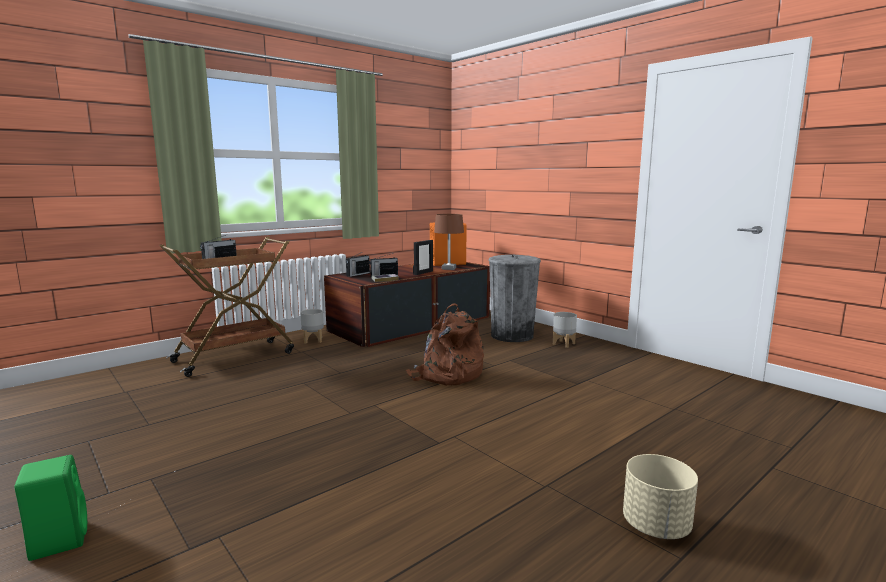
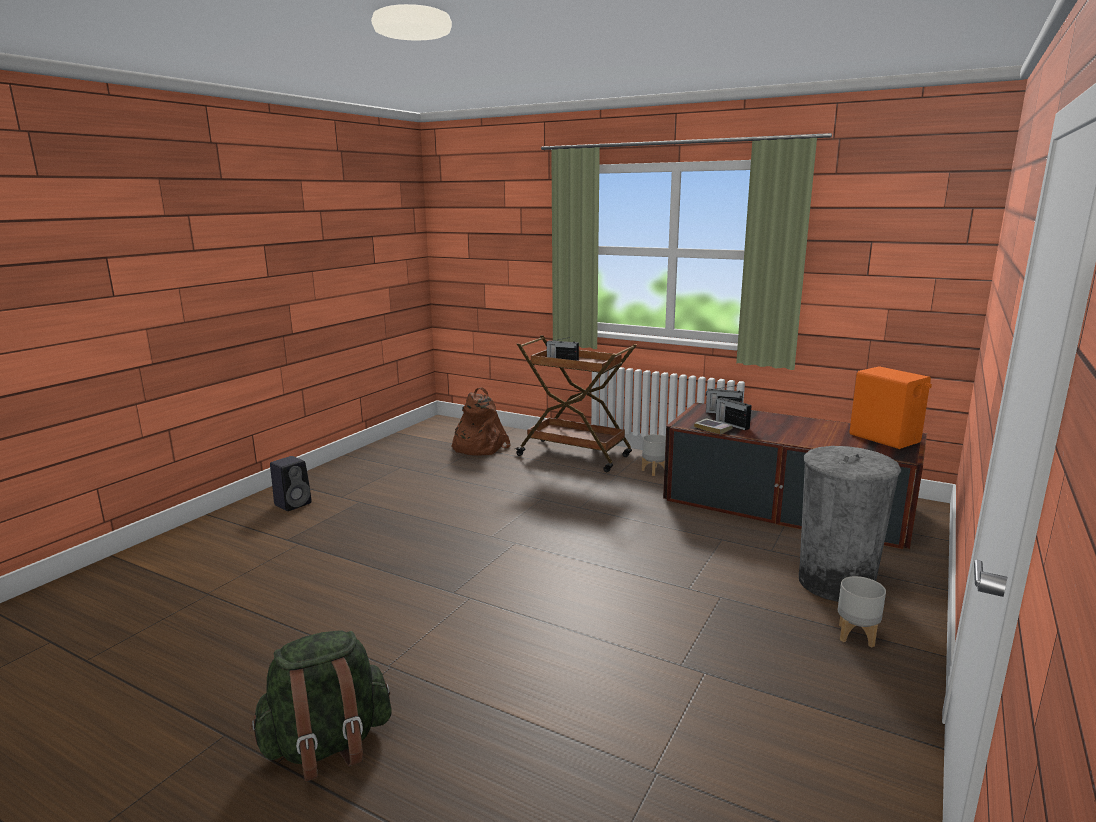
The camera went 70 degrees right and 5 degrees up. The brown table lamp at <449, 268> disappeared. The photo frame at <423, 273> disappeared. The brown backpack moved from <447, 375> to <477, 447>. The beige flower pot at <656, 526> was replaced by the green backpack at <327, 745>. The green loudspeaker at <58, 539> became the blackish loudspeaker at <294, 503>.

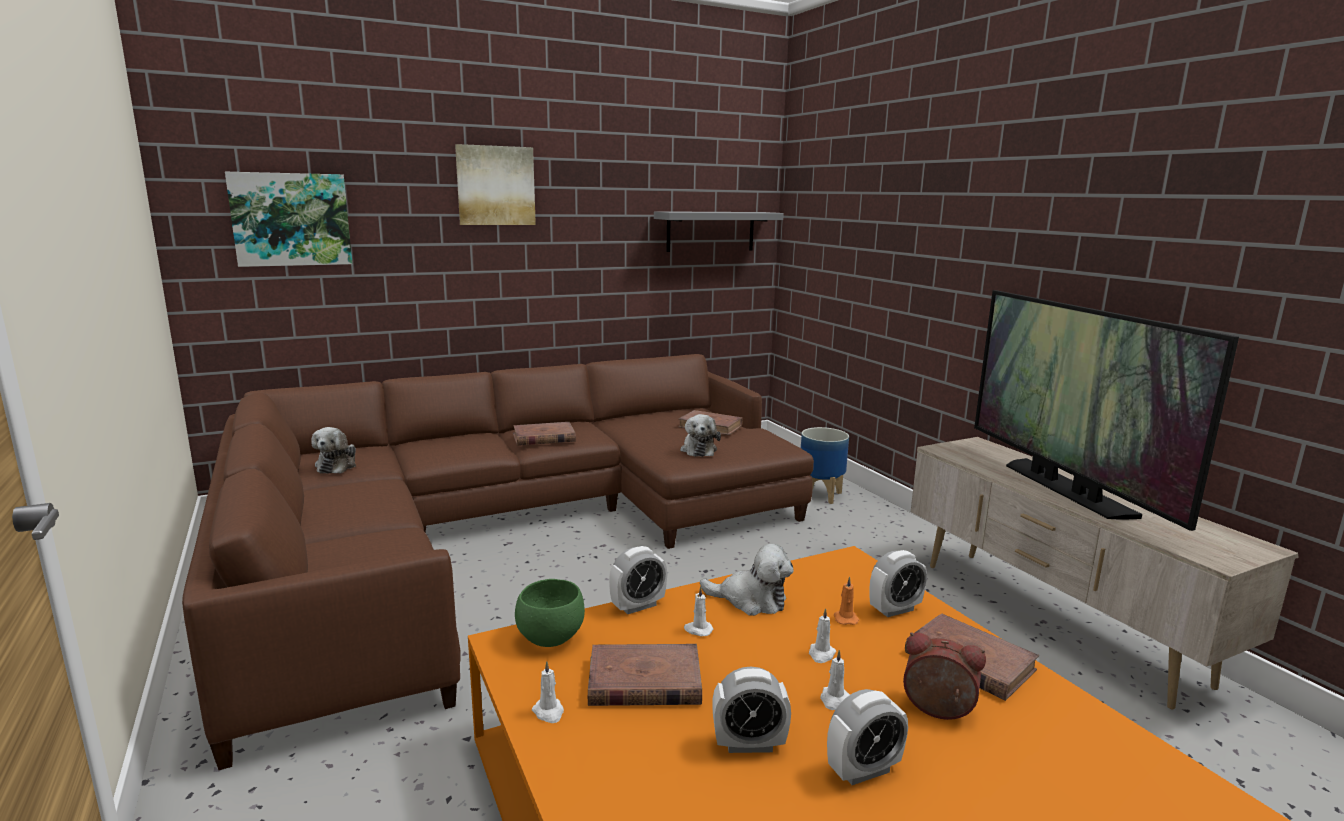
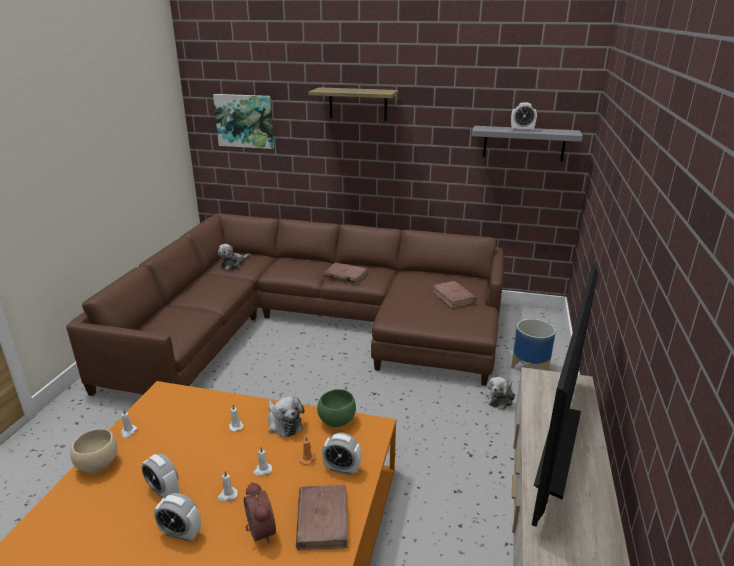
The camera went 40 degrees right and 10 degrees up. The picture at <495, 185> was replaced by the wall shelf at <358, 104>. The plush toy moved from <698, 449> to <500, 398>. The bedside clock moved from <638, 606> to <522, 130>. The green serving bowl moved from <548, 638> to <336, 421>. The brown book at <643, 681> disappeared. The beige serving bowl at <97, 465> appeared.

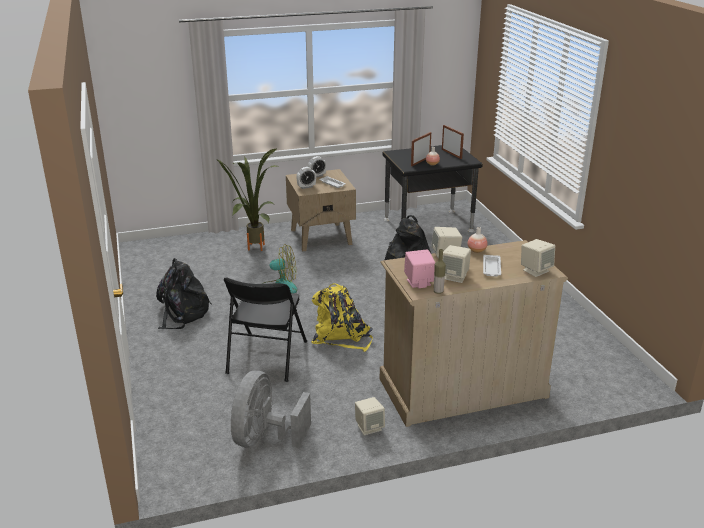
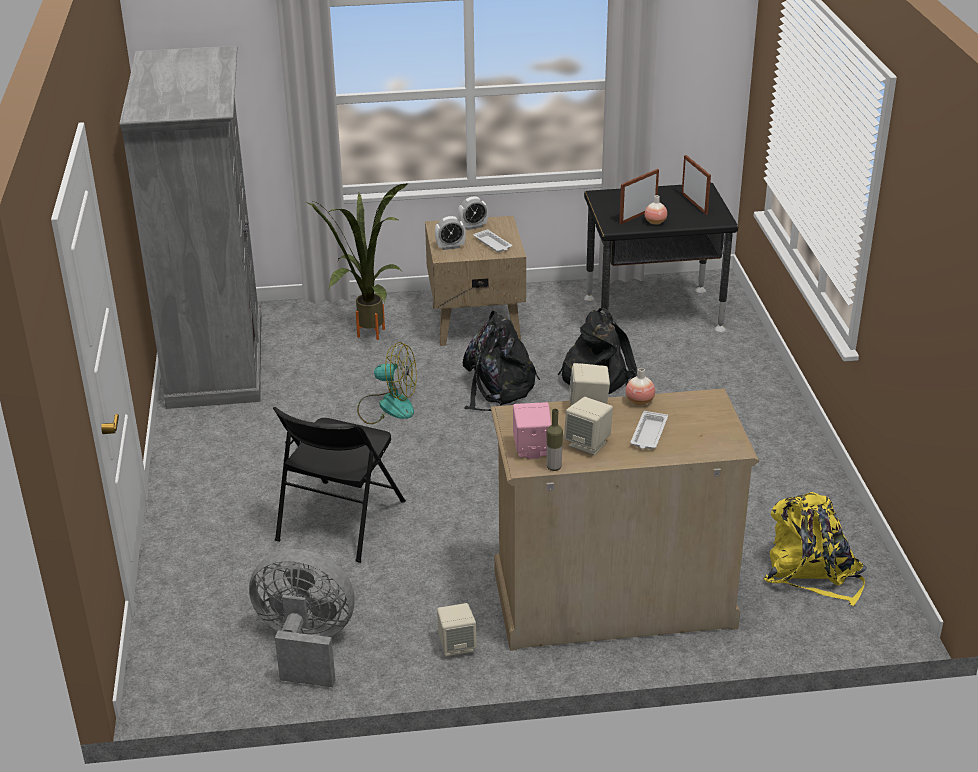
The camera went 10 degrees right and 5 degrees up. The beige loudspeaker at <535, 270> disappeared. The blackish backpack moved from <182, 313> to <497, 388>. The yellowish backpack moved from <341, 336> to <812, 573>. The grey fan at <264, 438> turned 75 degrees clockwise. The grey wardrobe at <217, 359> appeared.

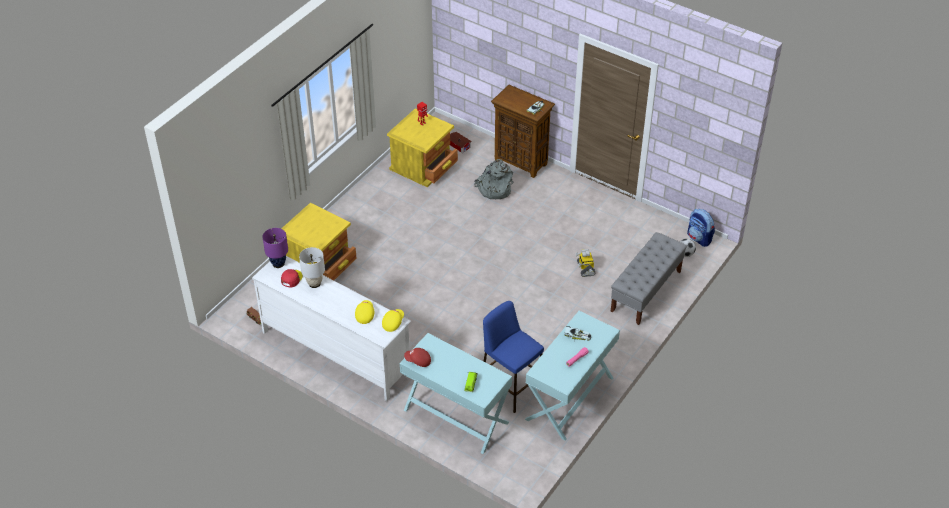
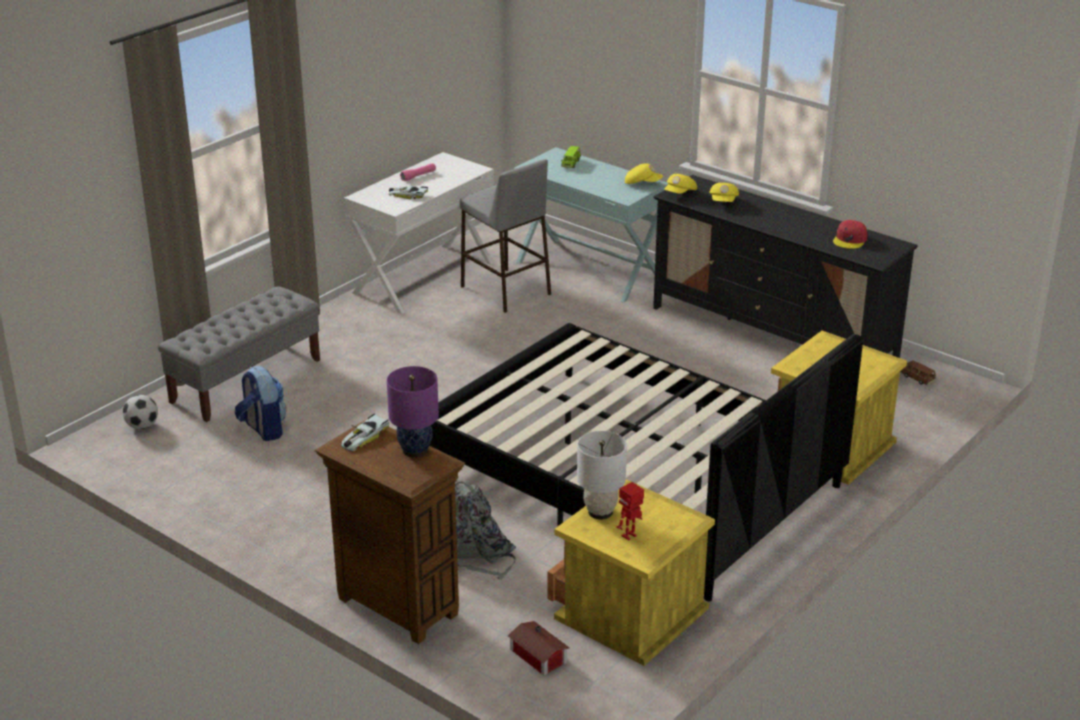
The camera went 175 degrees left and 15 degrees down. The backpack moved from <699, 238> to <263, 429>. The purplish table lamp moved from <278, 263> to <415, 450>. The whitish table lamp moved from <314, 283> to <600, 512>. The robot figure at <585, 268> disappeared. The whitish drawer chest at <336, 353> became the blackish drawer chest at <772, 334>. The bluish stool at <510, 387> became the grey stool at <506, 290>. The turquoise desk table at <570, 398> became the whitish desk table at <423, 278>. The red-coloured peaked cap at <418, 361> became the yellowish peaked cap at <642, 183>. The blackish sleeping bed at <631, 476> appeared.

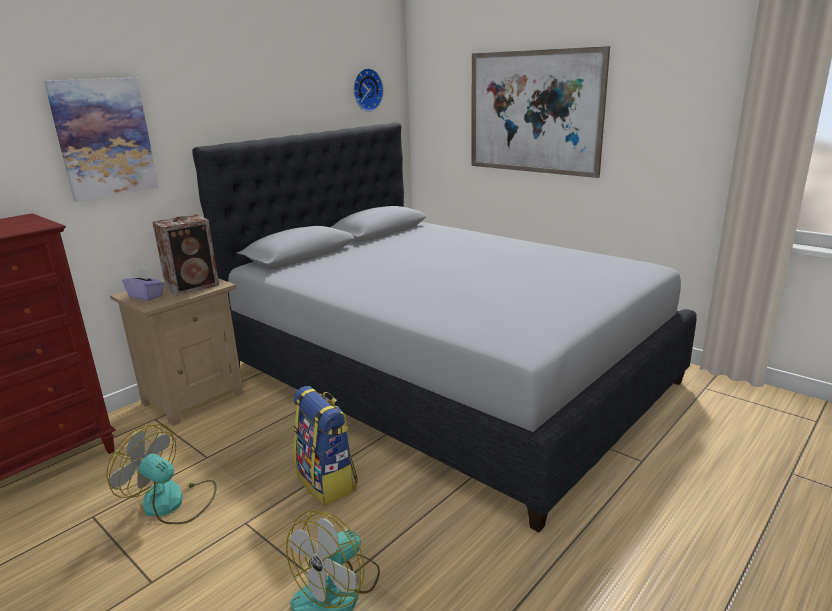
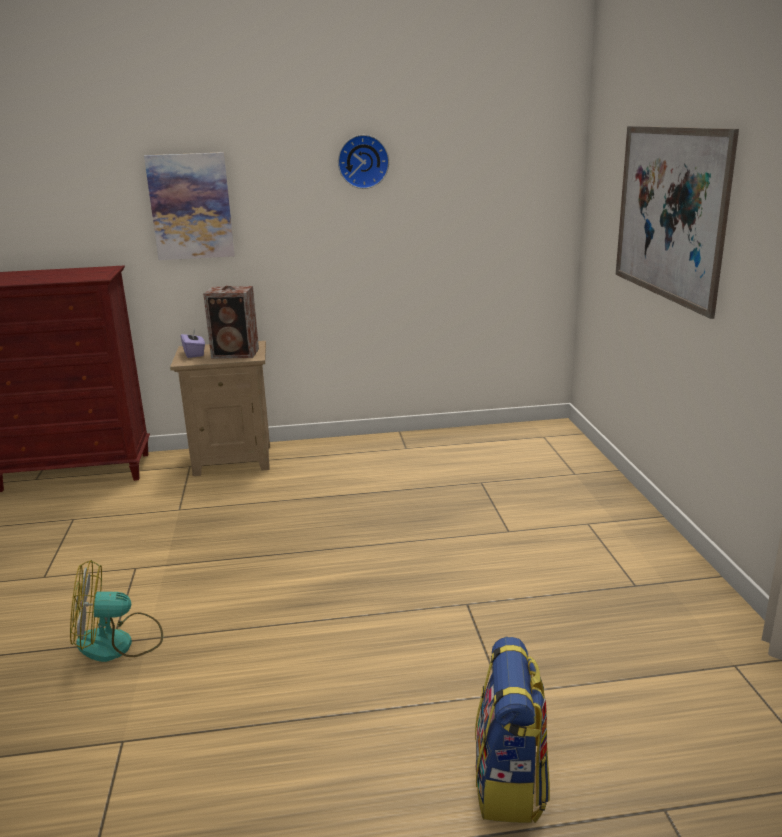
The camera went 40 degrees right and 0 degrees up. The wall clock moved from <366, 90> to <363, 161>. The grey sleeping bed at <445, 374> disappeared. The backpack moved from <327, 482> to <510, 783>. The fan at <172, 503> disappeared.

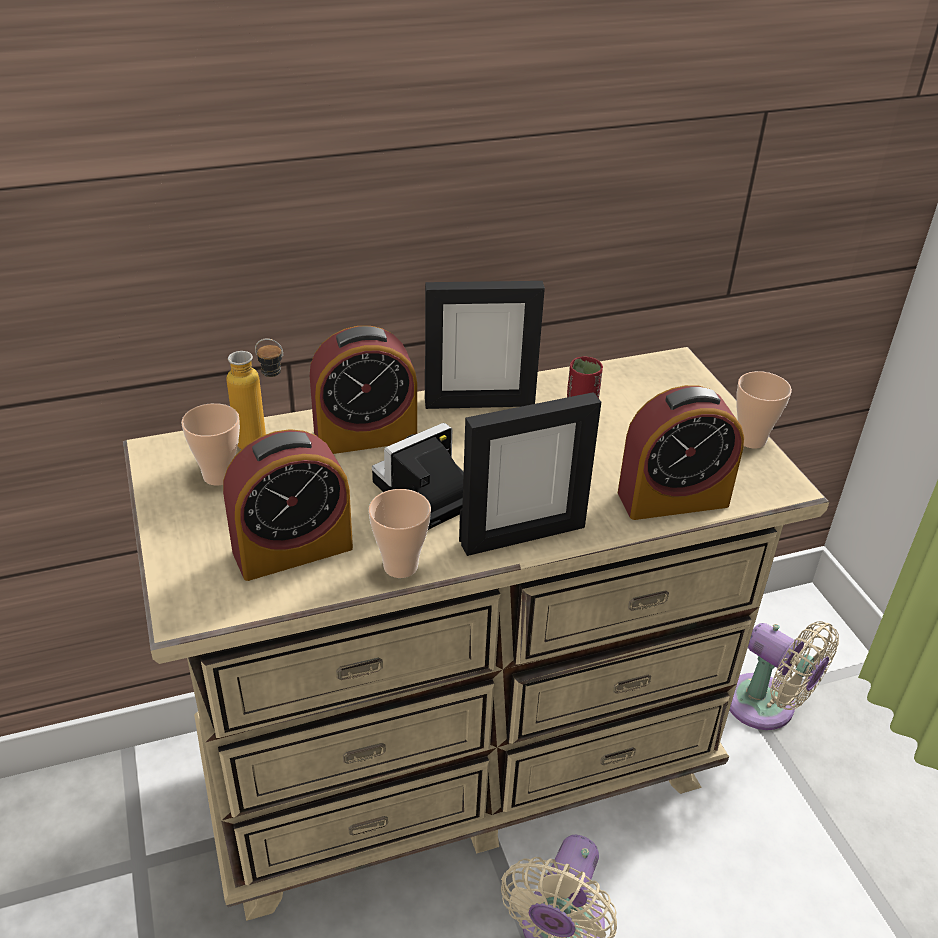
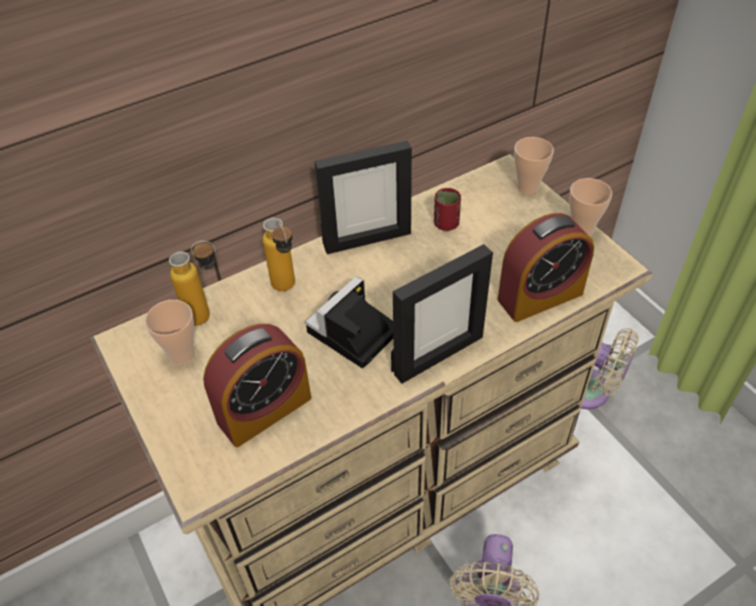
The camera went 10 degrees left and 10 degrees up. The bedside clock at <365, 436> was replaced by the bottle at <287, 290>. The small cup moved from <400, 566> to <528, 187>.

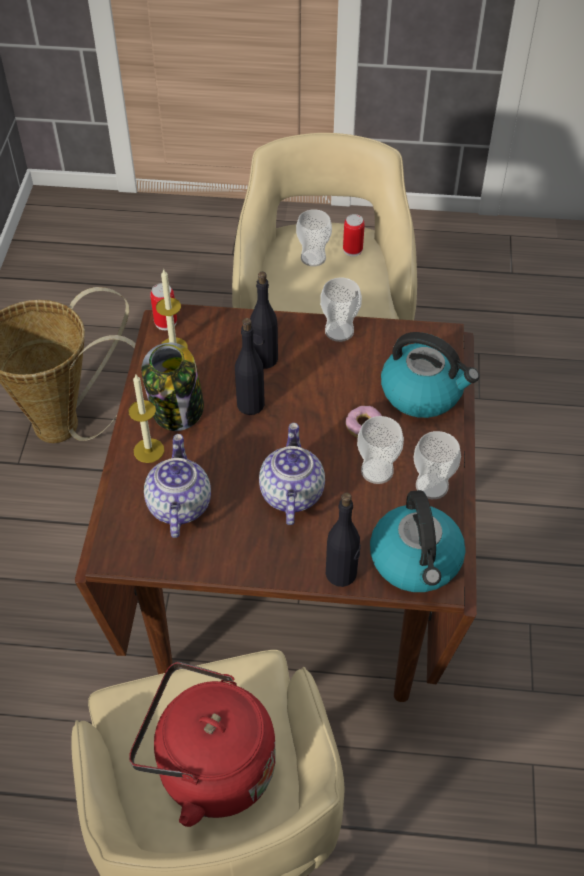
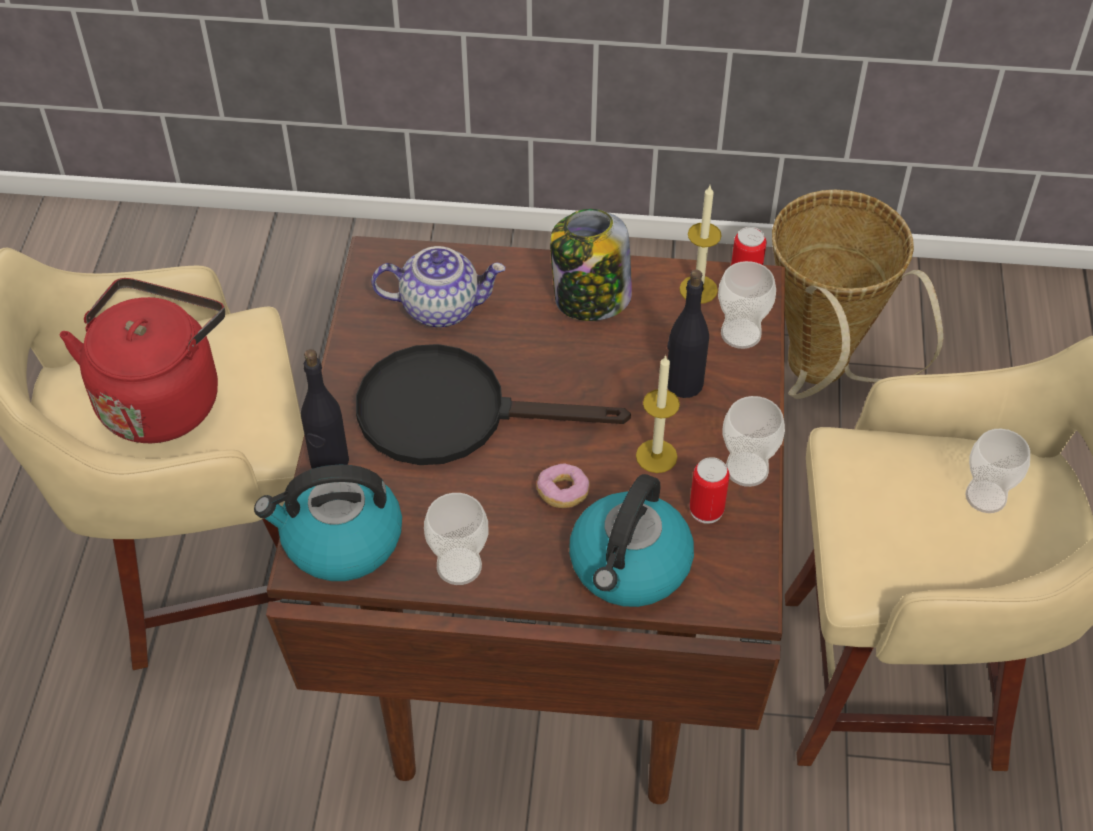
The camera went 90 degrees right and 0 degrees up. The metal can moved from <352, 250> to <706, 510>. The blackish bottle at <251, 404> disappeared. The wax candle moved from <149, 450> to <656, 456>. The small cup moved from <377, 471> to <741, 333>. The teapot at <290, 493> was replaced by the blackish frying pan at <454, 413>.

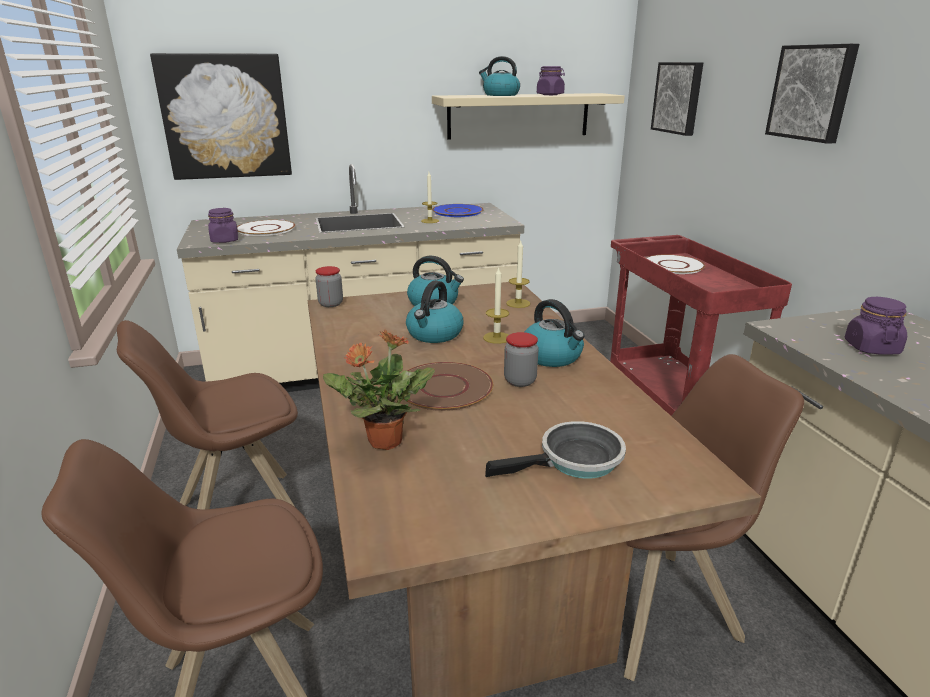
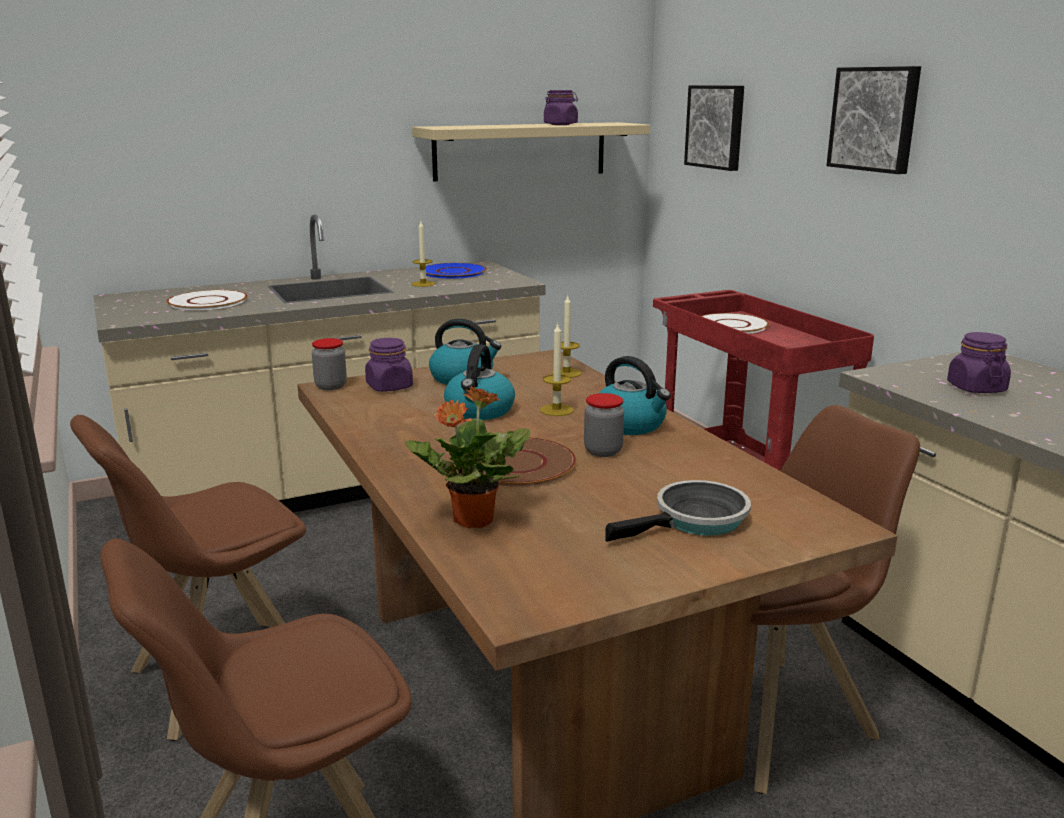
The camera went 10 degrees left and 5 degrees down. The picture at <225, 117> disappeared. The kettle at <500, 95> disappeared. The purplish preserve jar moved from <225, 240> to <389, 387>.

